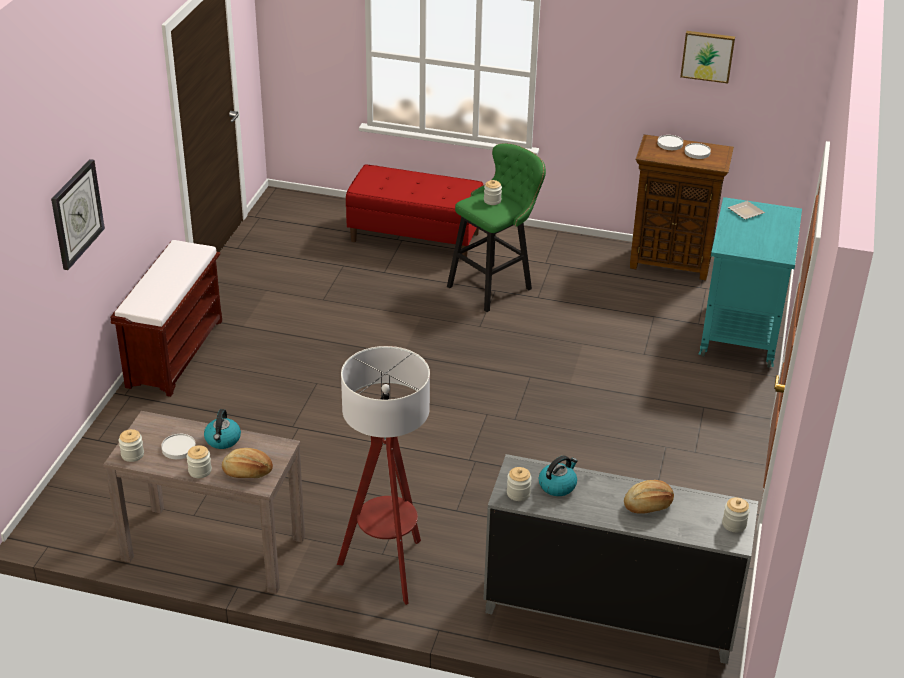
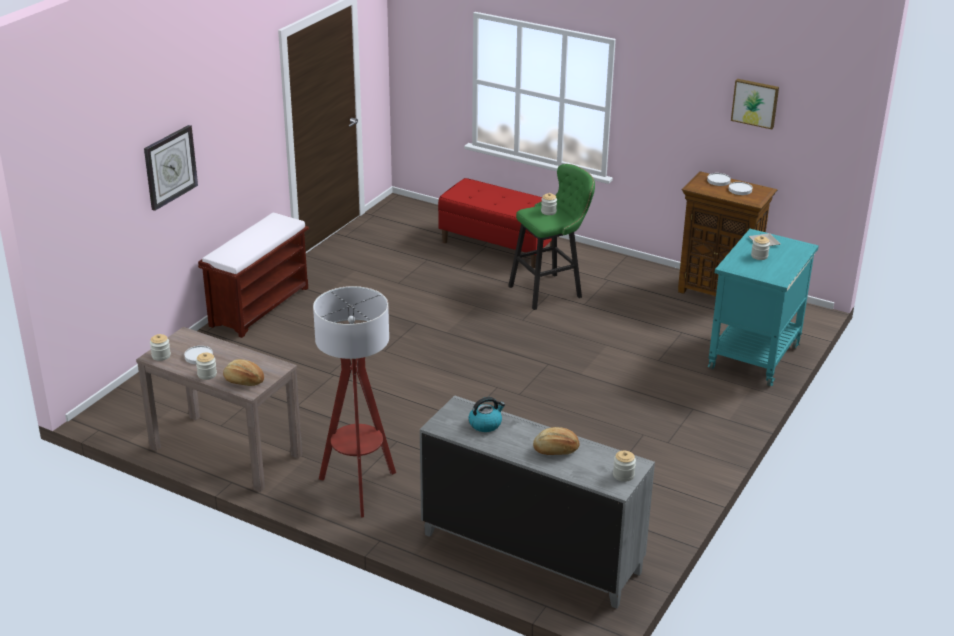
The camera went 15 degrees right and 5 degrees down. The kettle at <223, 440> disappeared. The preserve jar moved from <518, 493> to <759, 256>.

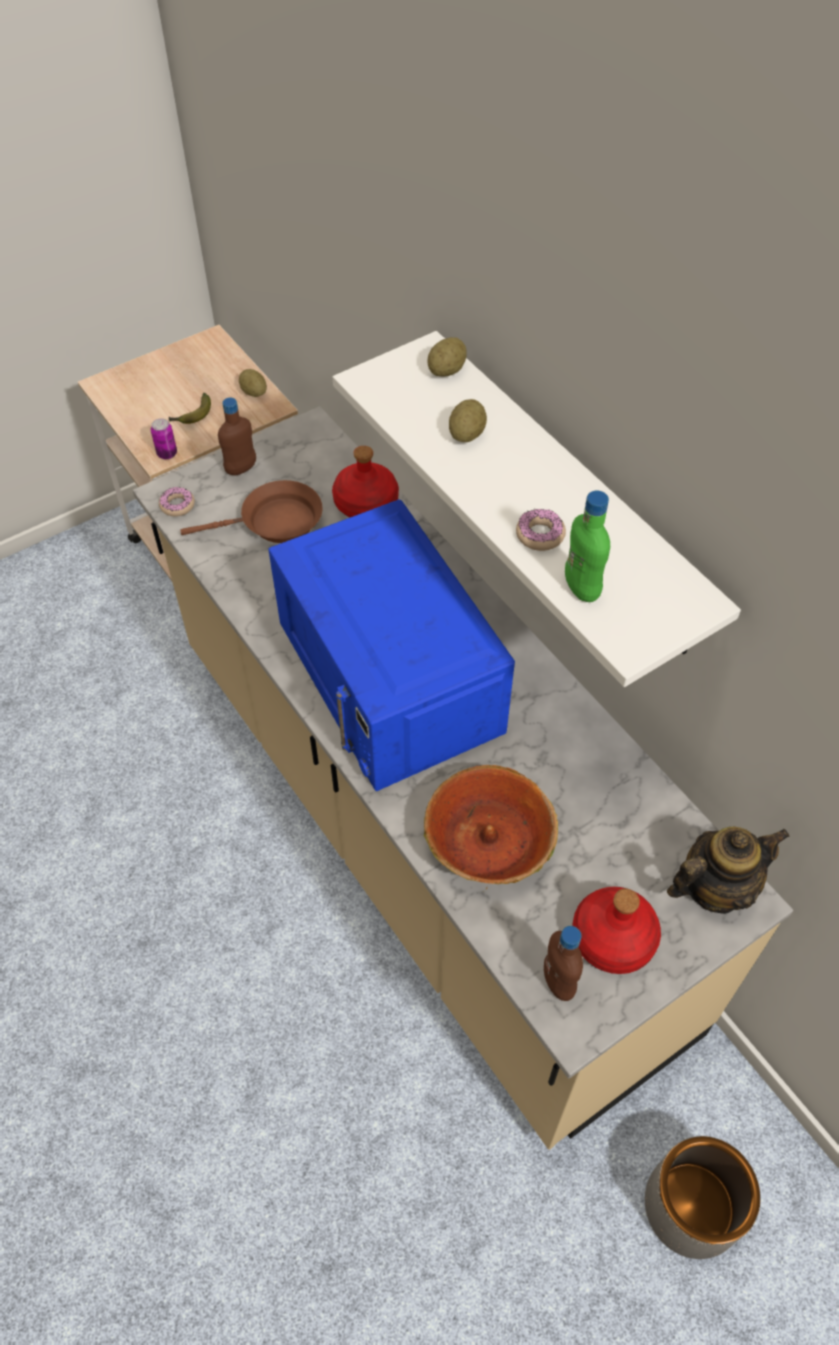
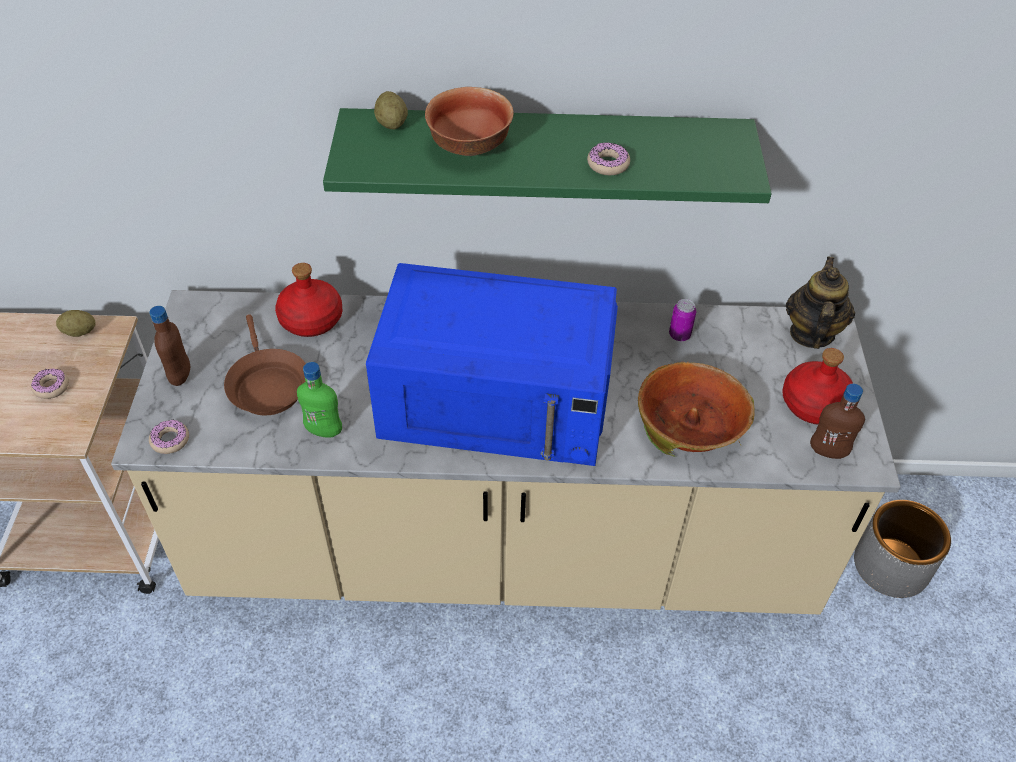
The camera went 55 degrees left and 5 degrees down. The whitish wall shelf at <567, 495> became the green wall shelf at <544, 153>. The whole banana at <192, 415> was replaced by the donut at <51, 387>. The whole potato at <466, 434> was replaced by the serving bowl at <471, 147>. The metal can moved from <167, 454> to <679, 335>. The brown frying pan at <275, 523> turned 135 degrees clockwise. The green bottle moved from <581, 588> to <324, 430>.

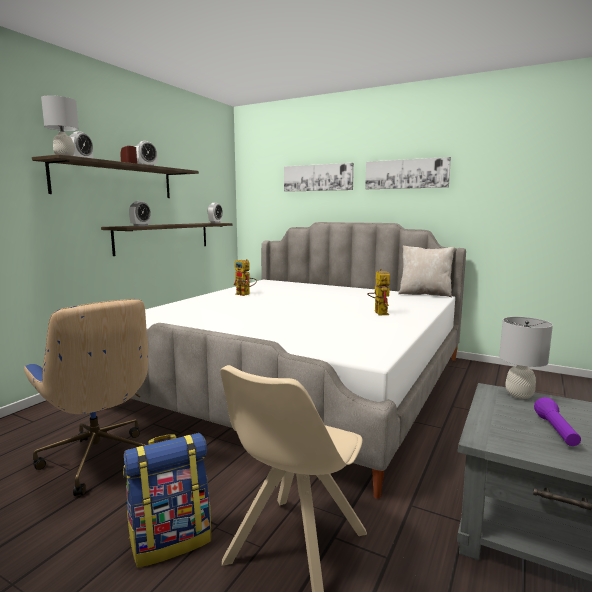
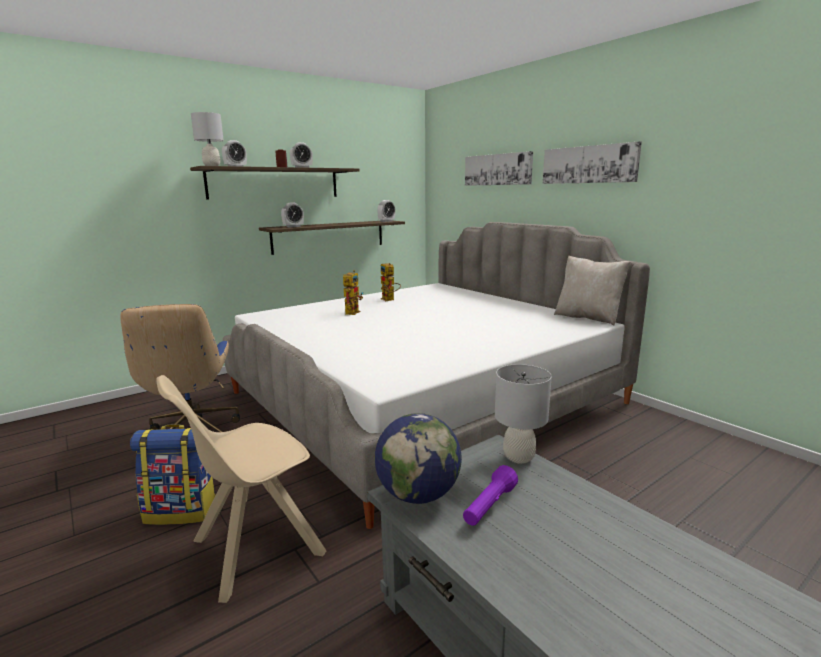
The camera went 25 degrees right and 5 degrees up. The robot figure moved from <378, 312> to <352, 312>. The globe at <418, 494> appeared.

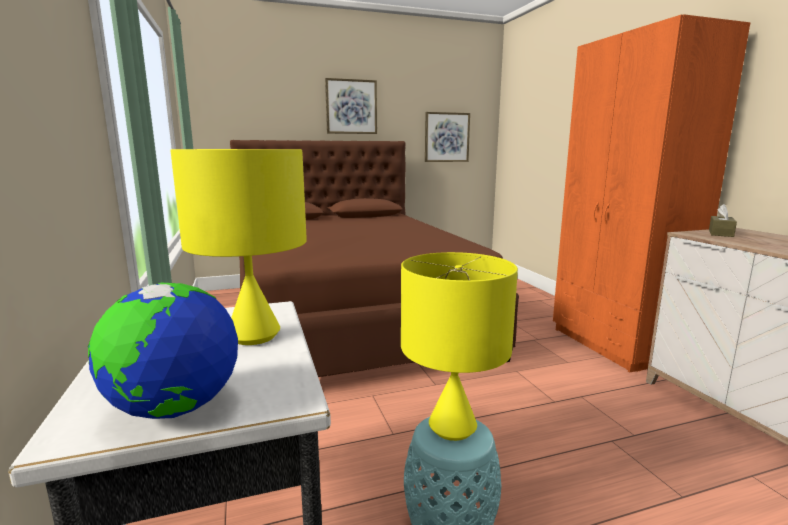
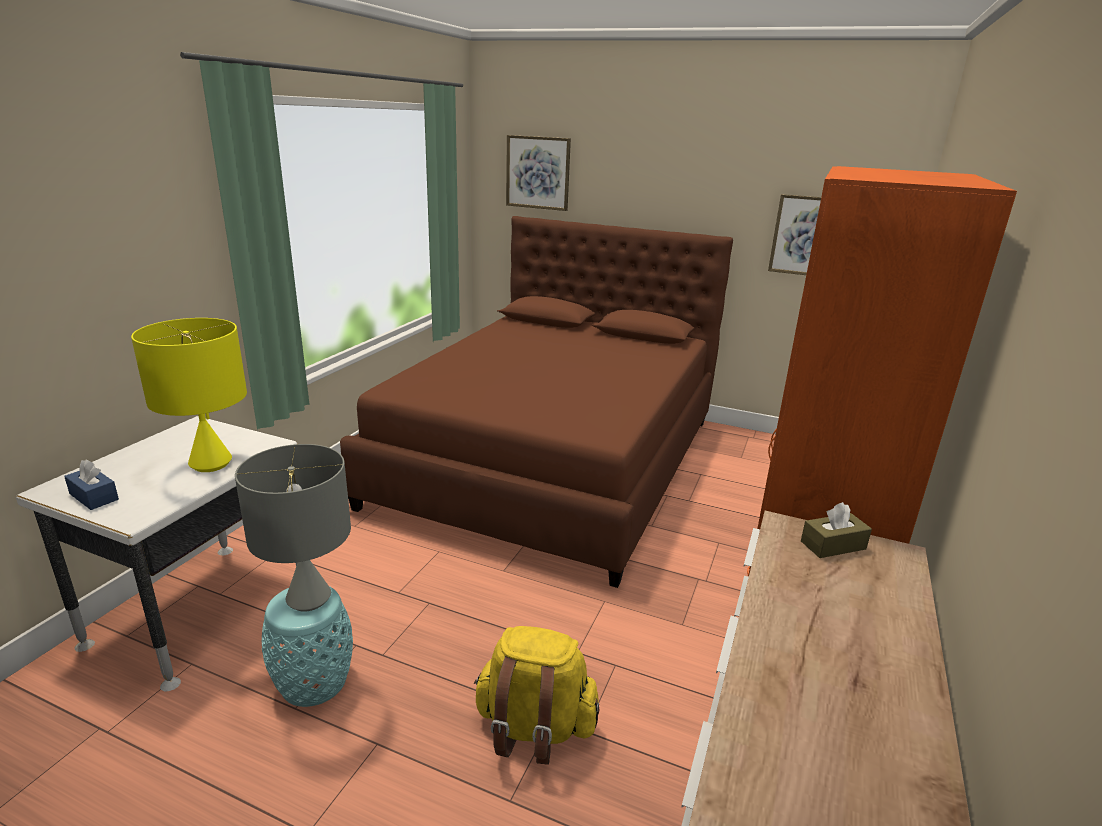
The camera went 40 degrees right and 10 degrees up. The picture moved from <351, 107> to <538, 172>. The yellowish table lamp at <452, 429> became the grey table lamp at <309, 600>. The globe at <175, 409> was replaced by the bluish tissue box at <94, 496>. The yellowish backpack at <534, 728> appeared.

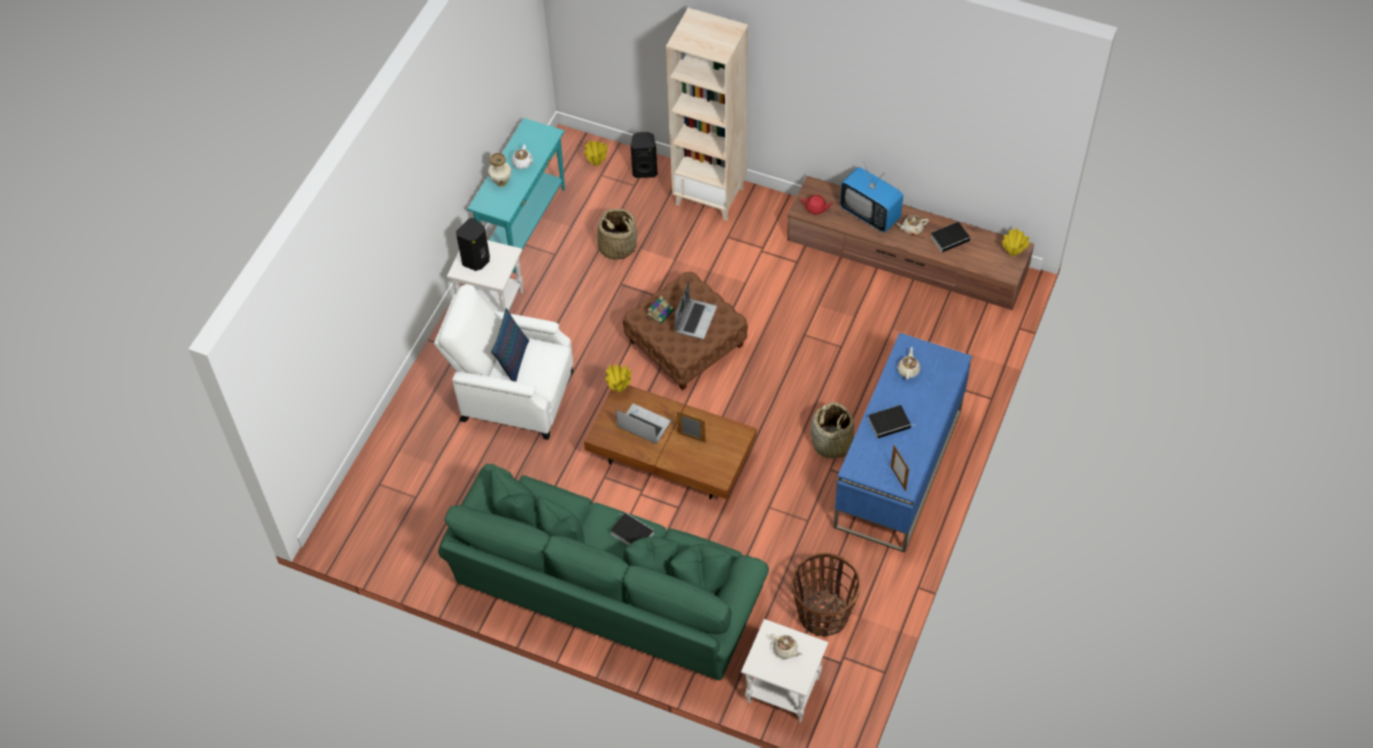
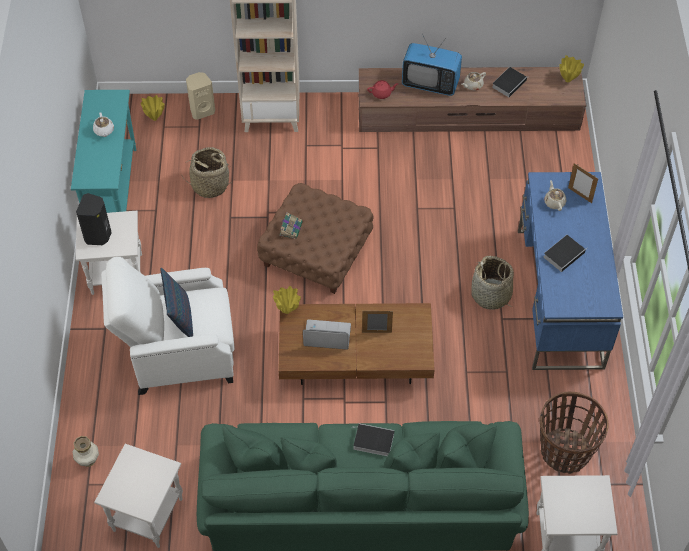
The camera went 25 degrees left and 0 degrees up. The blackish loudspeaker at <645, 170> became the beige loudspeaker at <202, 110>. The vase moved from <501, 182> to <89, 461>. The notebook computer at <695, 319> disappeared. The photo frame moved from <898, 479> to <580, 195>. The beige teapot at <785, 650> disappeared. The whitish accent table at <148, 516> appeared.

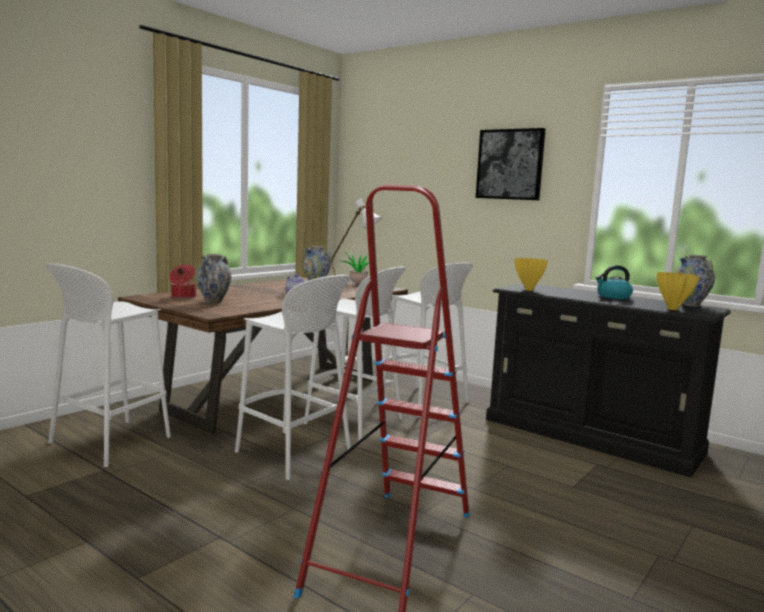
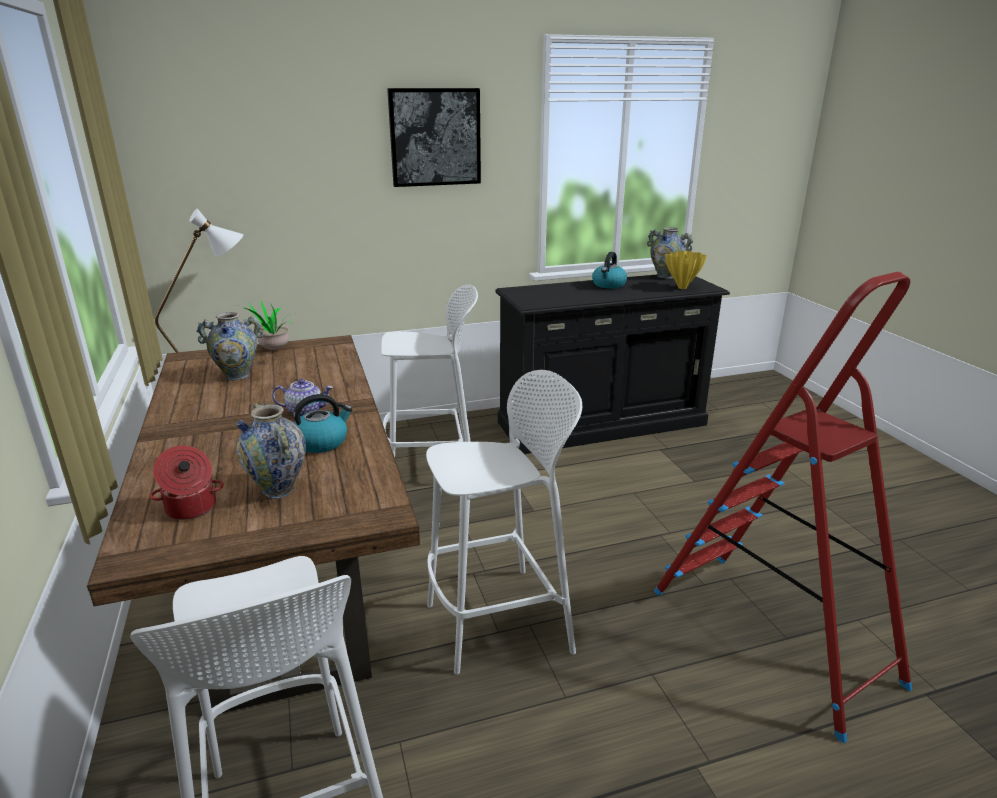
The camera went 55 degrees left and 15 degrees up. The yellowish vase at <529, 290> disappeared. The whitish stool at <353, 423> disappeared. The kettle at <321, 442> appeared.

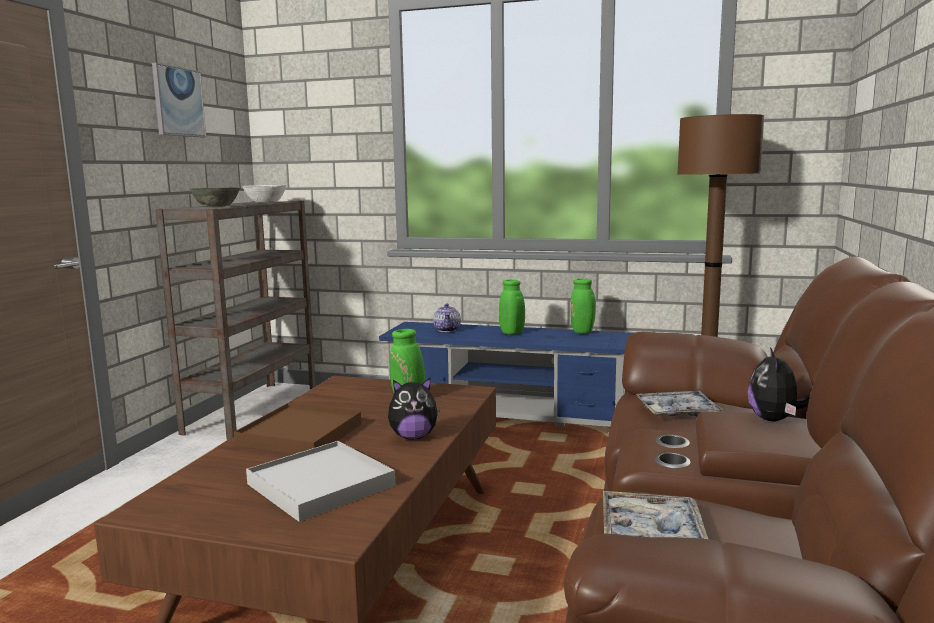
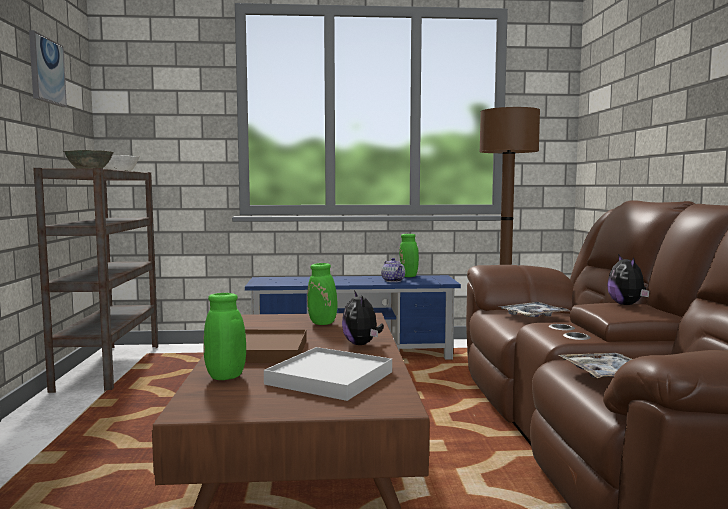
The camera went 20 degrees left and 5 degrees down. The green vase moved from <511, 334> to <225, 378>. The teapot moved from <447, 330> to <393, 281>. The plush toy at <413, 437> turned 105 degrees clockwise.

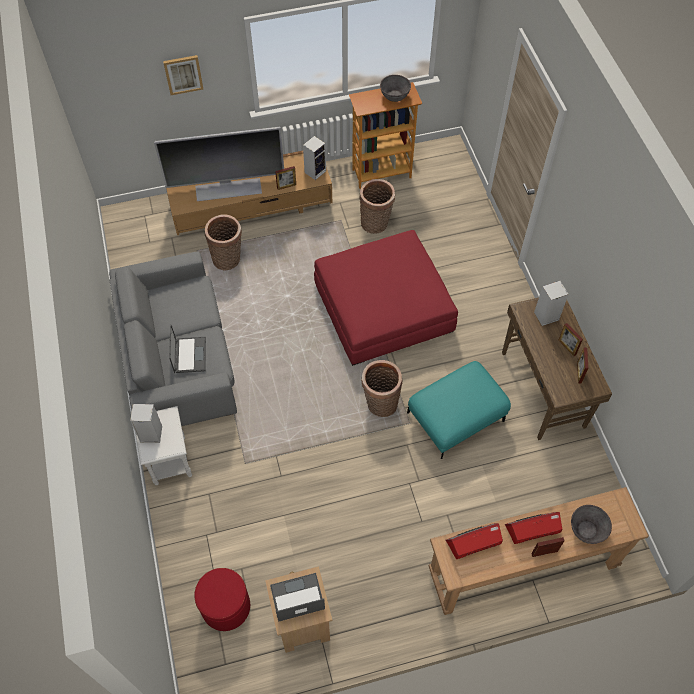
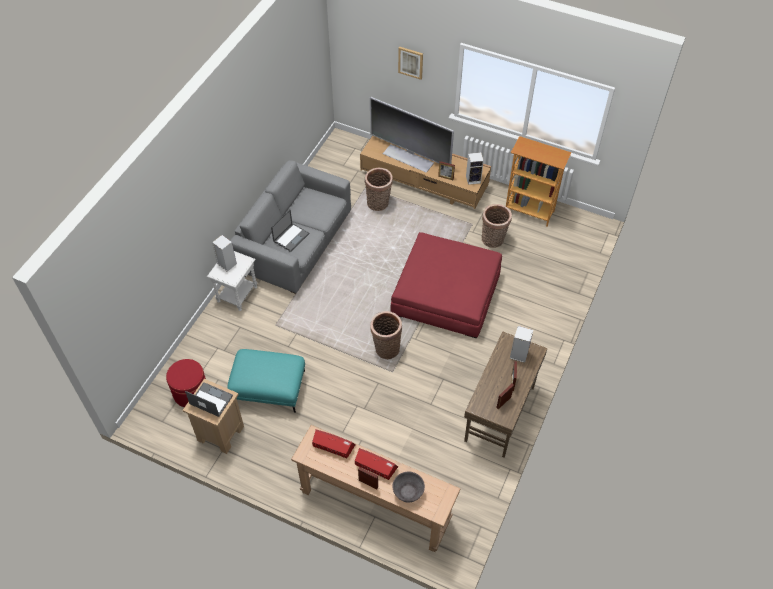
The camera went 40 degrees right and 5 degrees down. The grey serving bowl at <394, 96> disappeared. The turquoise ottoman moved from <456, 418> to <268, 389>.

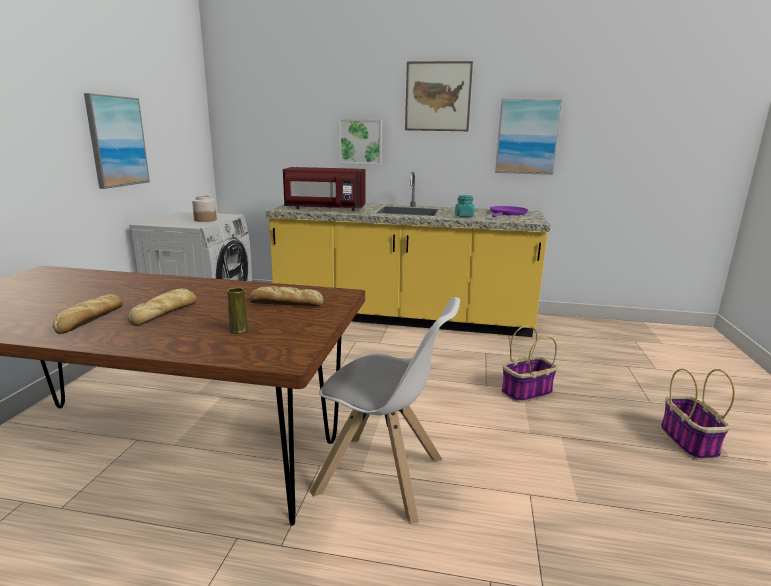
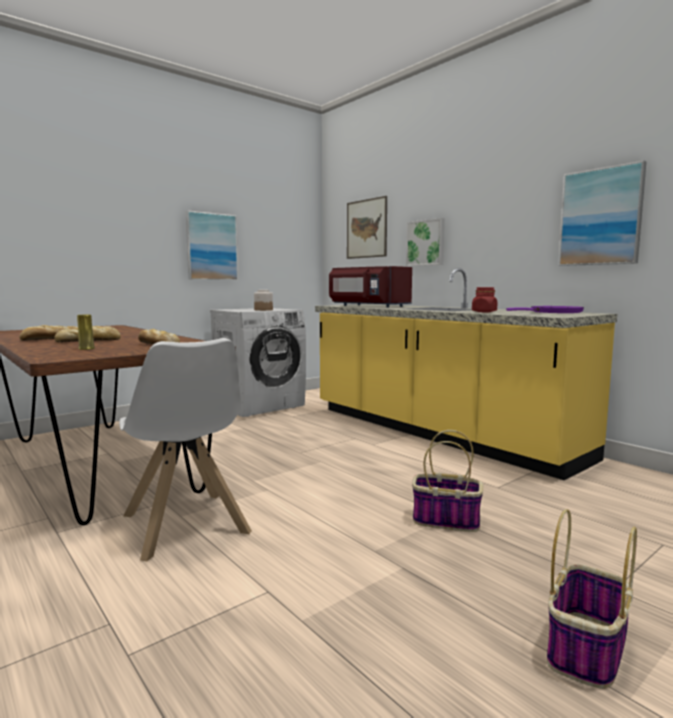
The camera went 40 degrees right and 10 degrees down. The picture moved from <438, 96> to <366, 228>. The turquoise preserve jar at <464, 216> became the red-coloured preserve jar at <484, 312>.

